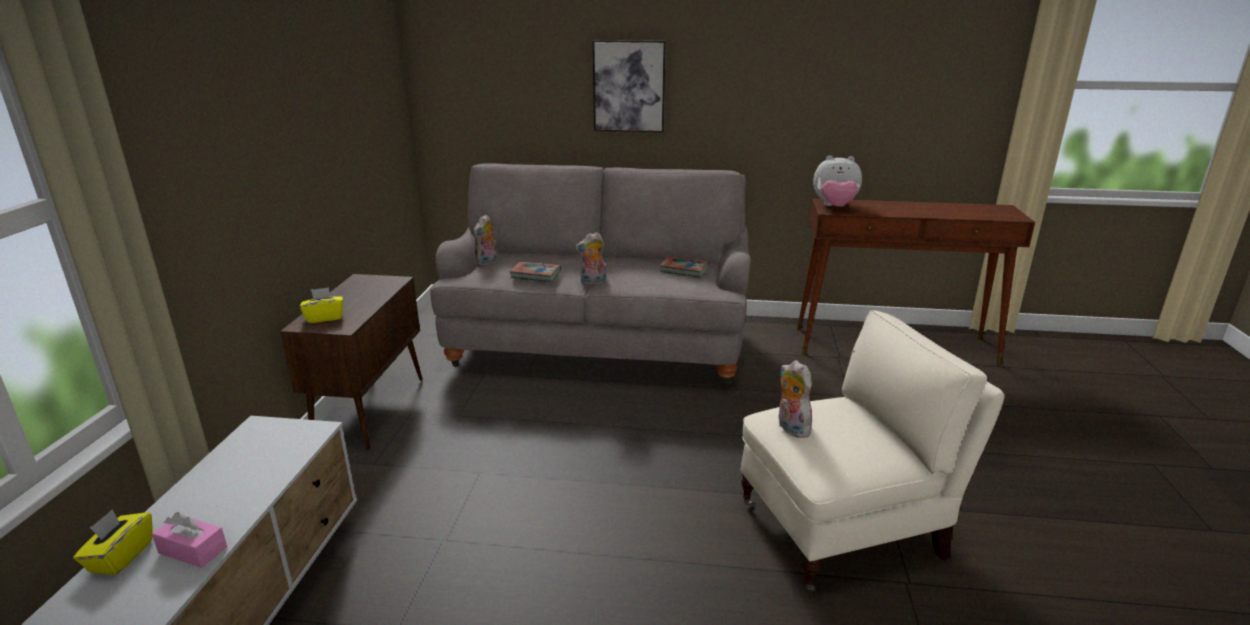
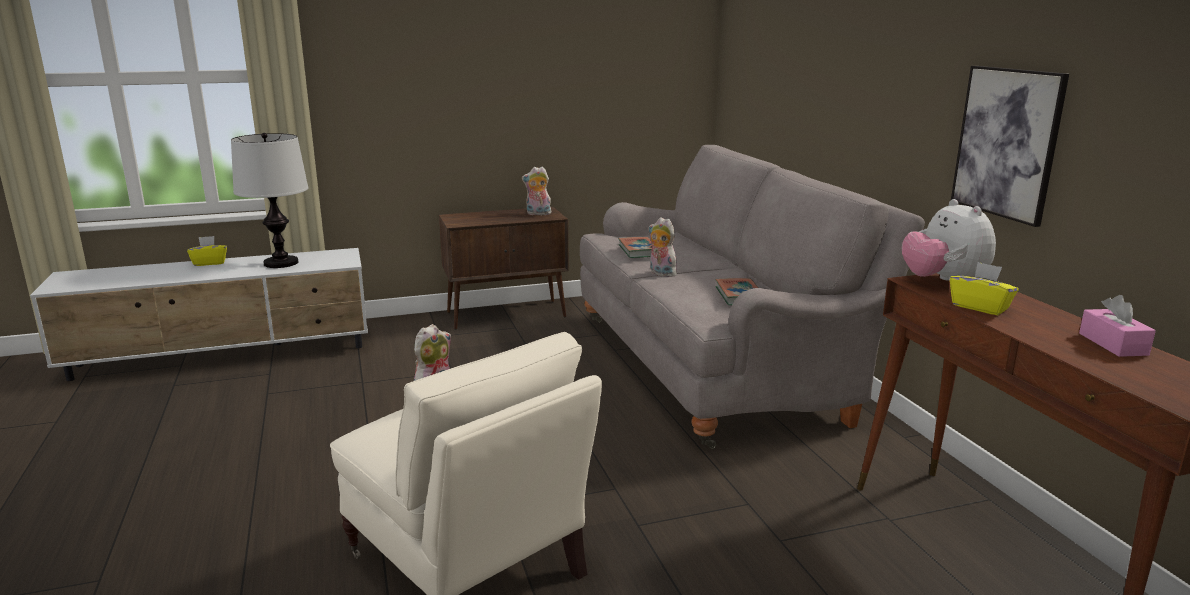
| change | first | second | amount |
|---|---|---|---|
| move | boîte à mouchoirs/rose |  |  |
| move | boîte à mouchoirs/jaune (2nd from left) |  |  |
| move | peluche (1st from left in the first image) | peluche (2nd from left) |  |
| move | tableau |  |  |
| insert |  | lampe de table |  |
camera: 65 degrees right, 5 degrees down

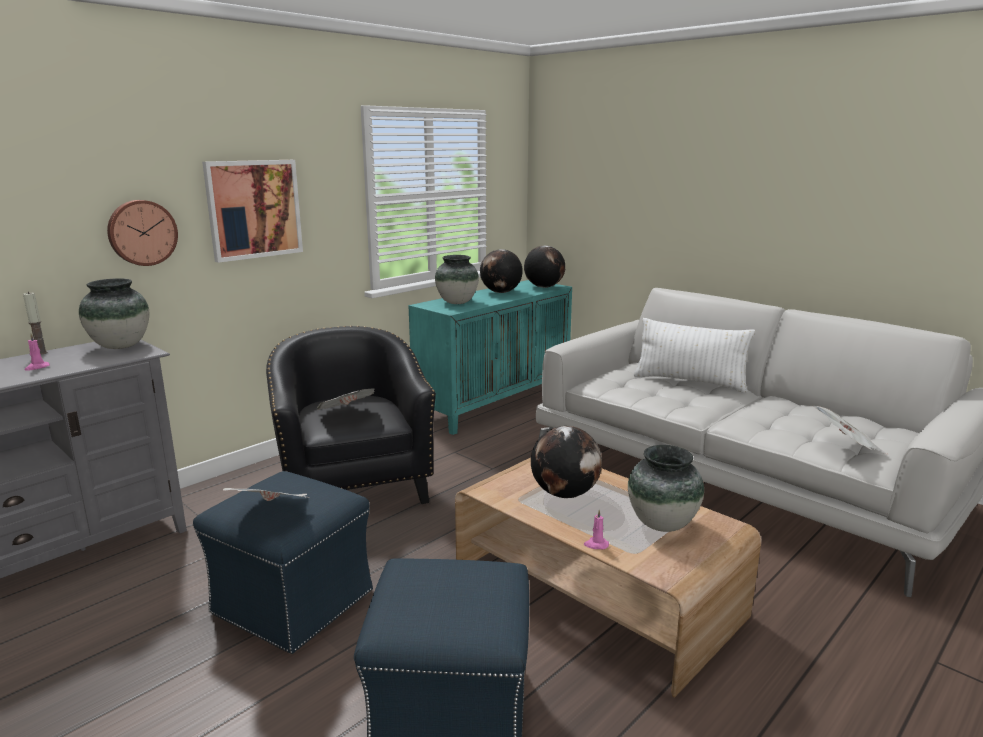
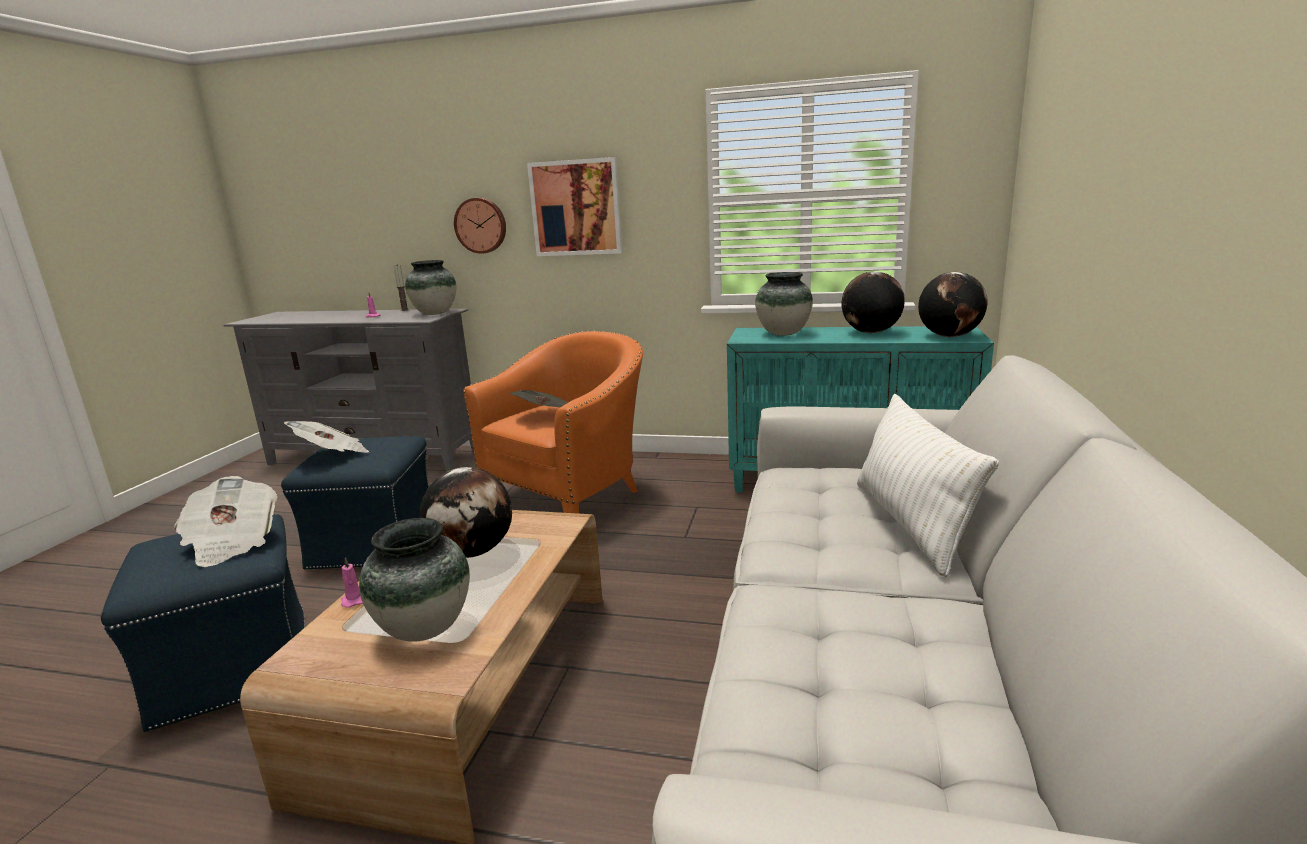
| change | first | second | amount |
|---|---|---|---|
| recolor | fauteuil/noir | fauteuil/orange |  |
| move | journal (3rd from left in the first image) | journal (1st from left) |  |
camera: 60 degrees right, 0 degrees up

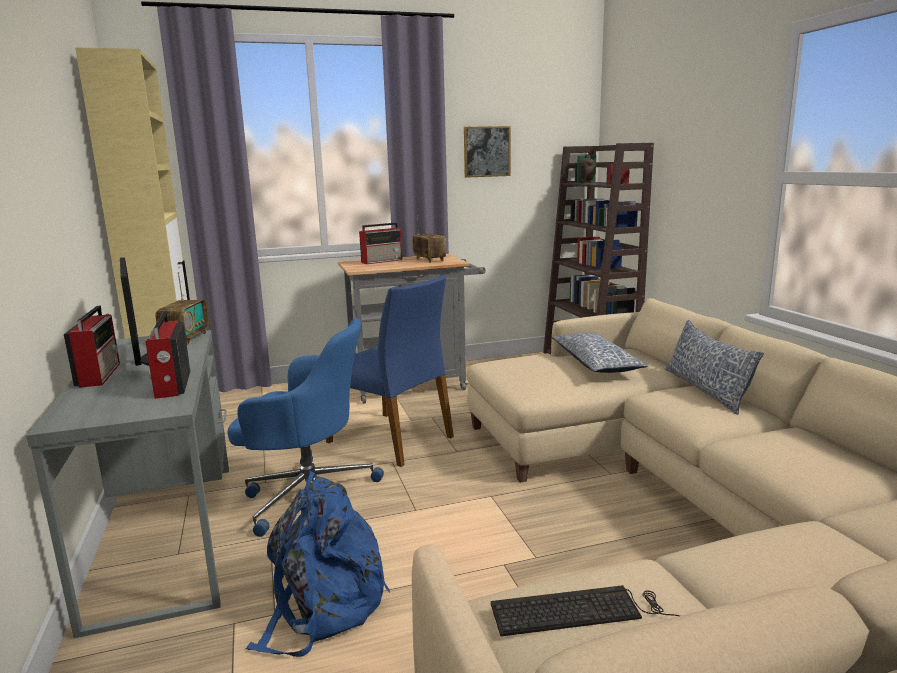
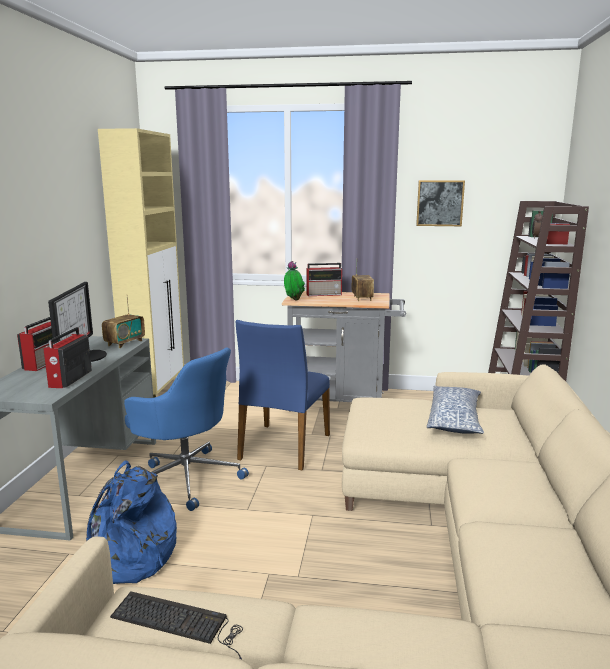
| change | first | second | amount |
|---|---|---|---|
| rotate | chaise/bleu |  | 45 degrees clockwise |
| delete | coussin (2nd from left) |  |  |
| insert |  | plante en pot |  |
camera: 25 degrees right, 0 degrees up

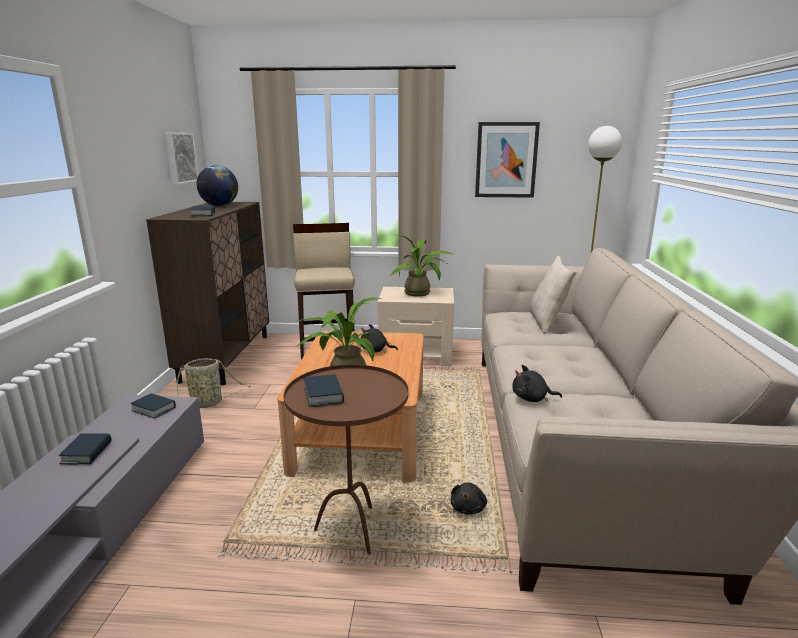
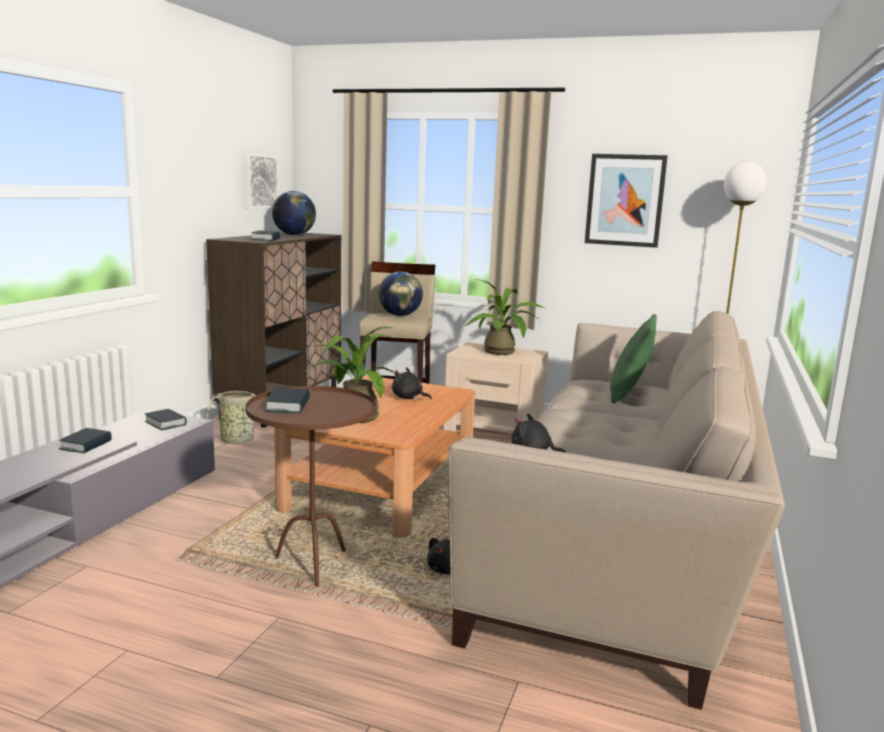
| change | first | second | amount |
|---|---|---|---|
| recolor | coussin/beige | coussin/vert |  |
| insert |  | globe (2nd from left) |  |
camera: 15 degrees right, 5 degrees down

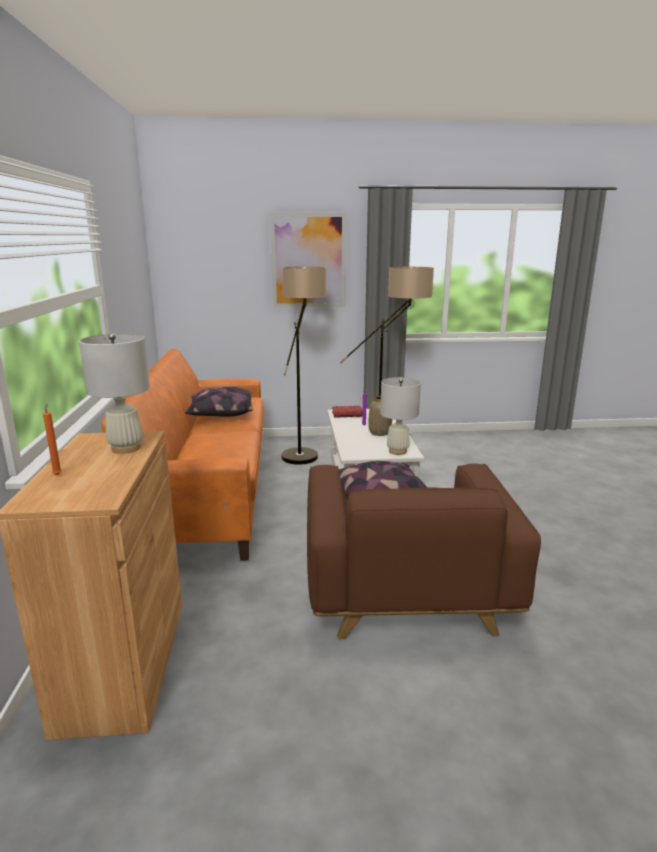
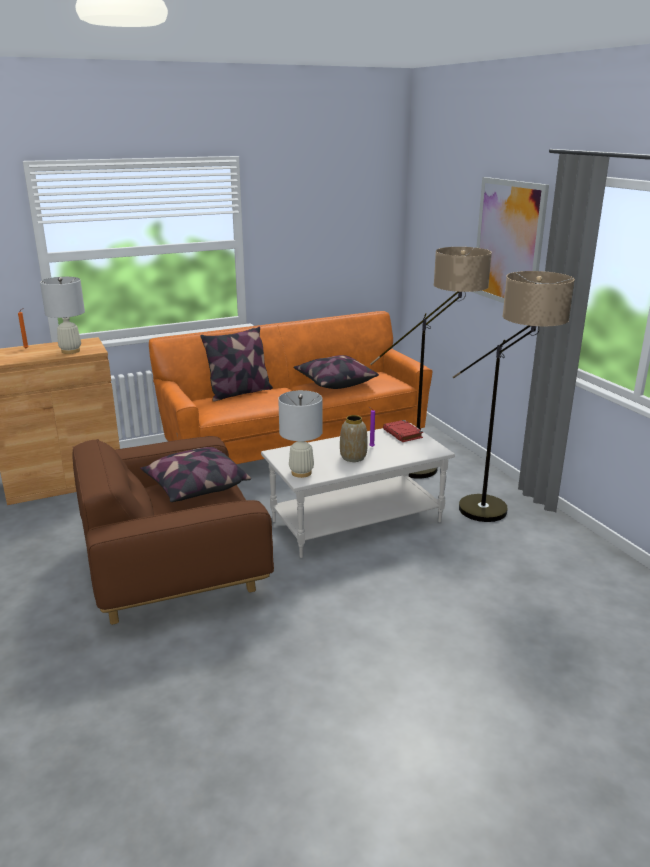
| change | first | second | amount |
|---|---|---|---|
| insert |  | coussin (2nd from left) |  |
camera: 70 degrees right, 5 degrees up

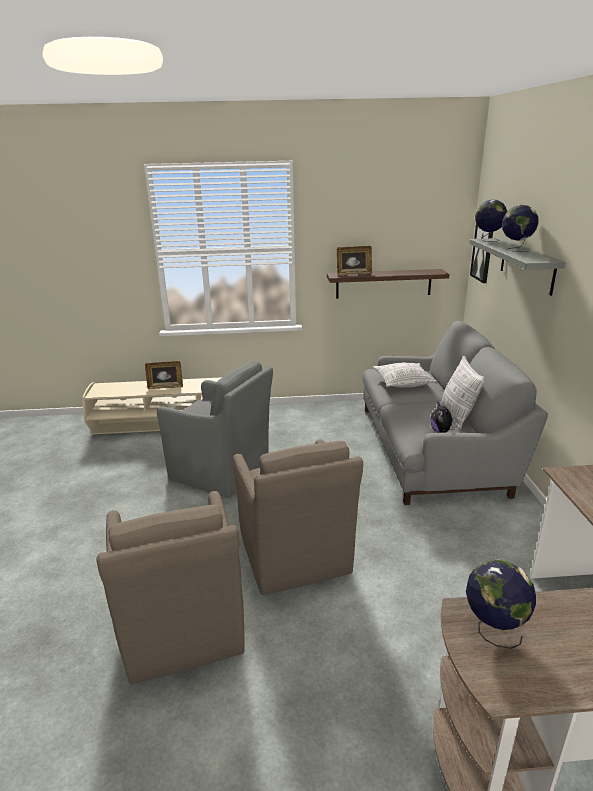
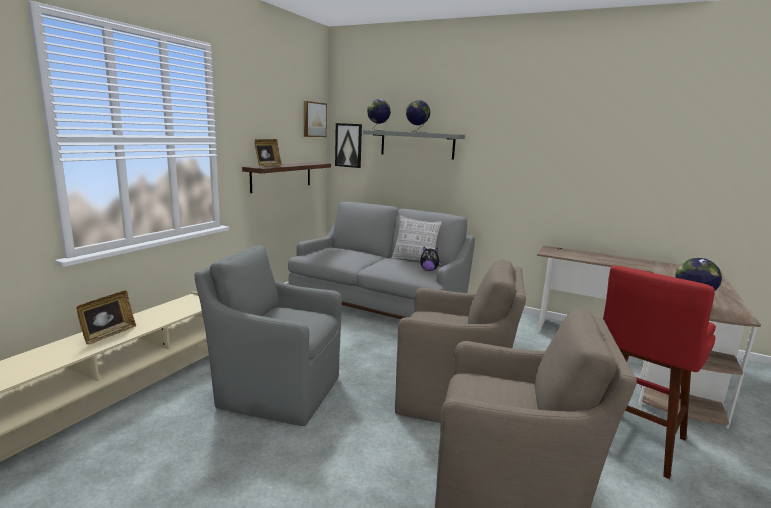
| change | first | second | amount |
|---|---|---|---|
| rotate | fauteuil/gris |  | 135 degrees counterclockwise |
| delete | coussin (1st from left) |  |  |
| insert |  | tableau (1st from left) |  |
| insert |  | tabouret/rouge |  |
camera: 60 degrees left, 10 degrees down

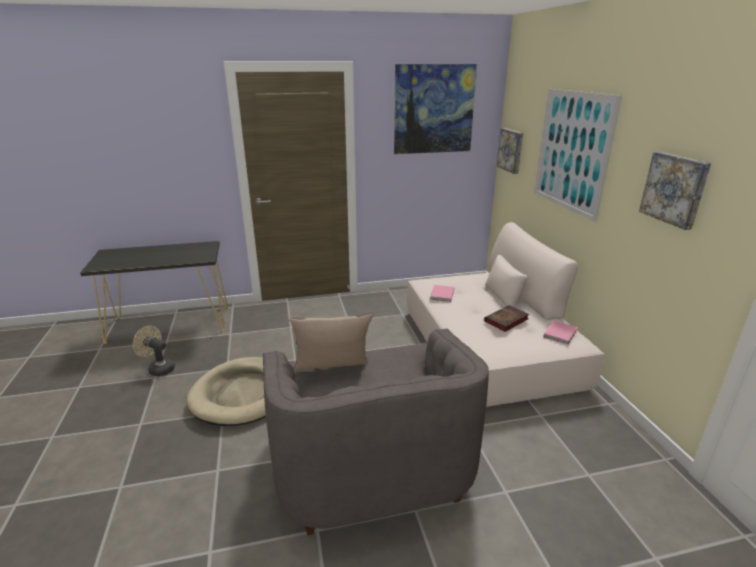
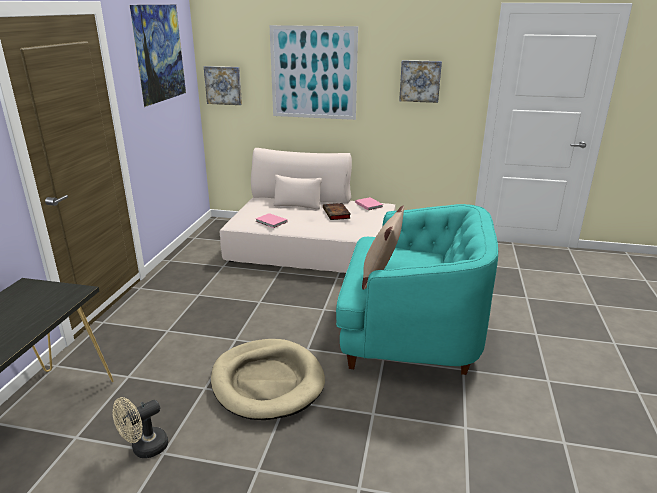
| change | first | second | amount |
|---|---|---|---|
| recolor | fauteuil/gris | fauteuil/turquoise |  |
camera: 65 degrees left, 0 degrees up

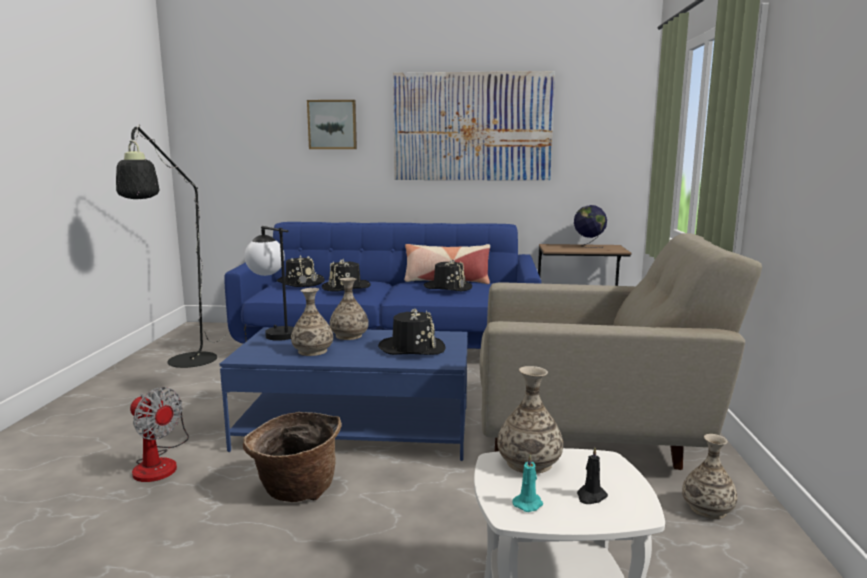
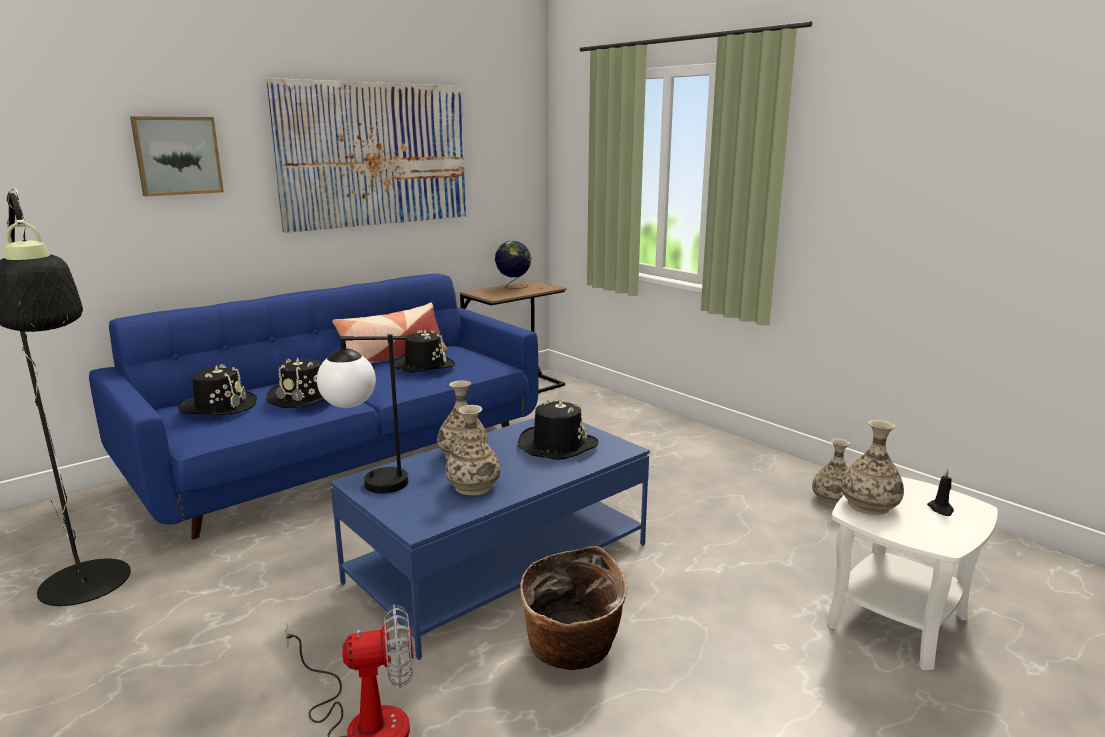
| change | first | second | amount |
|---|---|---|---|
| delete | fauteuil/beige |  |  |
| delete | bougie/turquoise |  |  |
camera: 45 degrees left, 5 degrees up

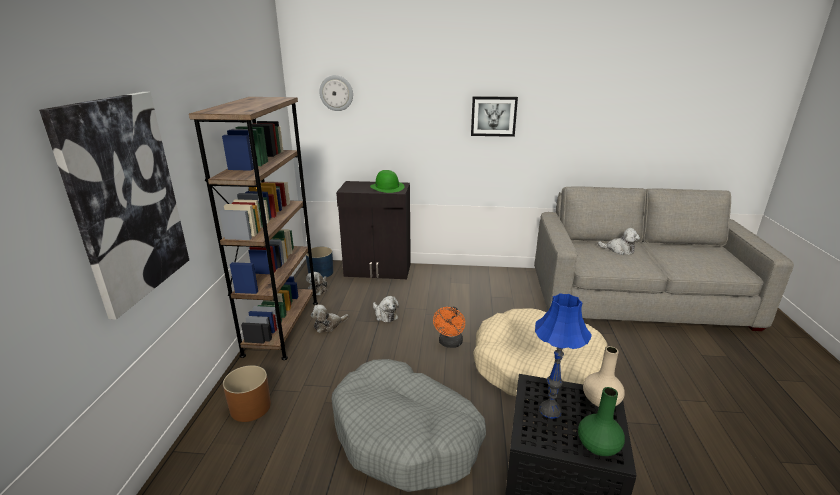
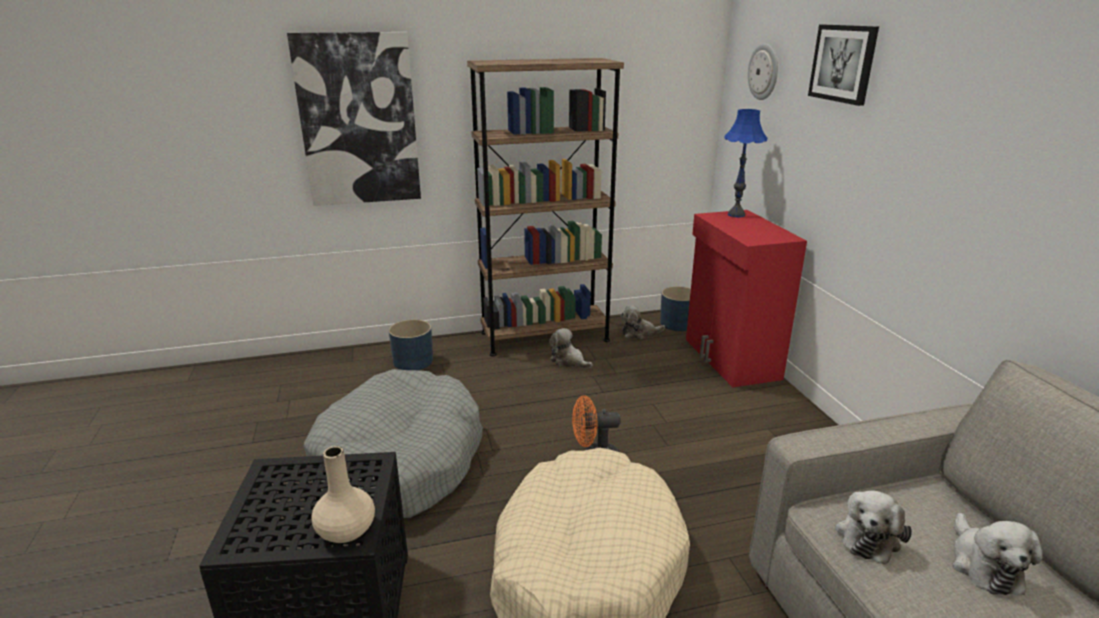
| change | first | second | amount |
|---|---|---|---|
| recolor | cache-pot/marron | cache-pot/bleu (1st from left) |  |
| recolor | meuble de rangement/noir | meuble de rangement/rouge |  |
| delete | chapeau/vert |  |  |
| move | peluche (3rd from left) |  |  |
| move | tableau (2nd from left) |  |  |
| move | lampe de table/bleu |  |  |
| delete | vase/vert |  |  |
camera: 70 degrees right, 0 degrees up

